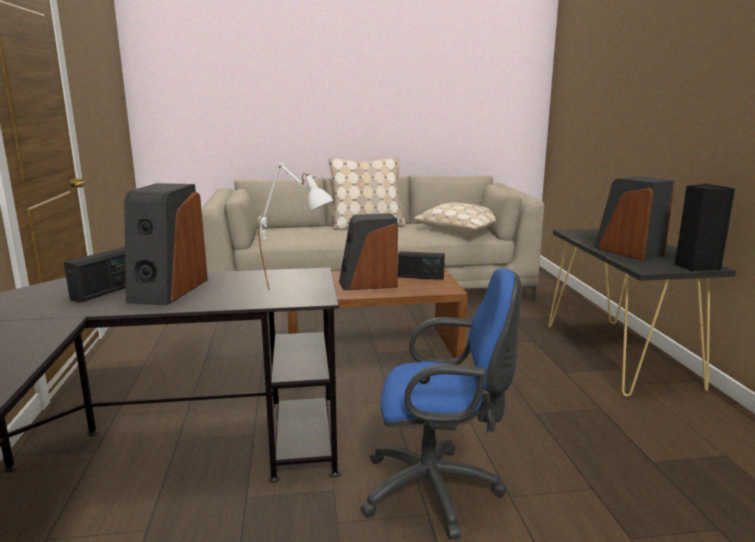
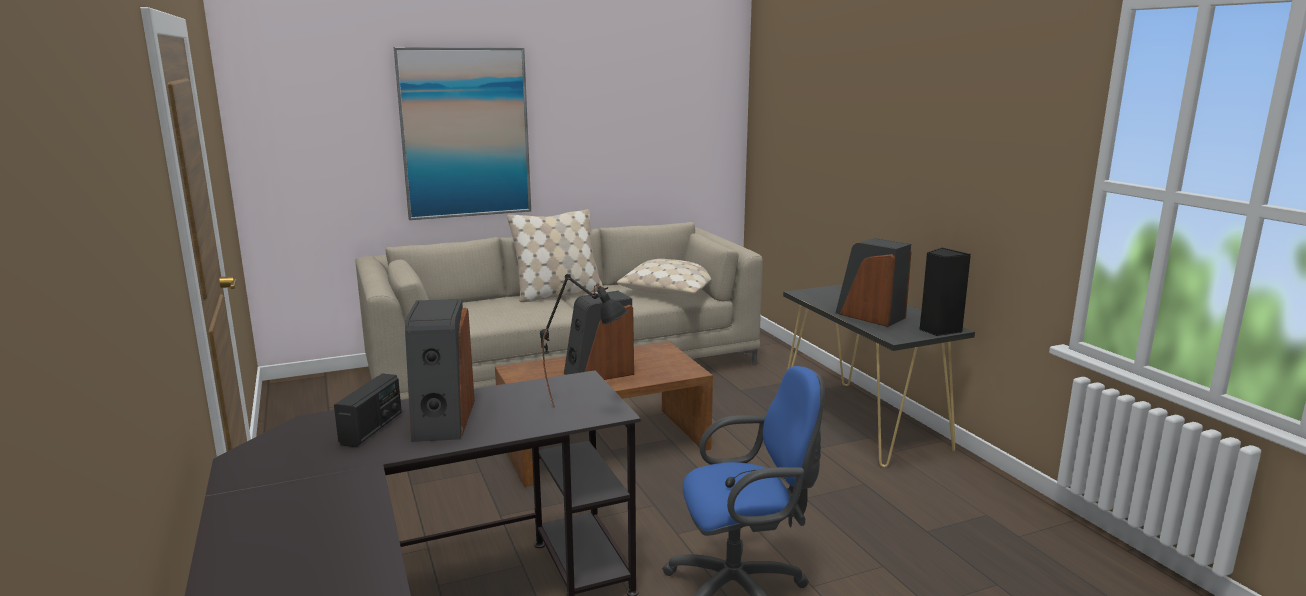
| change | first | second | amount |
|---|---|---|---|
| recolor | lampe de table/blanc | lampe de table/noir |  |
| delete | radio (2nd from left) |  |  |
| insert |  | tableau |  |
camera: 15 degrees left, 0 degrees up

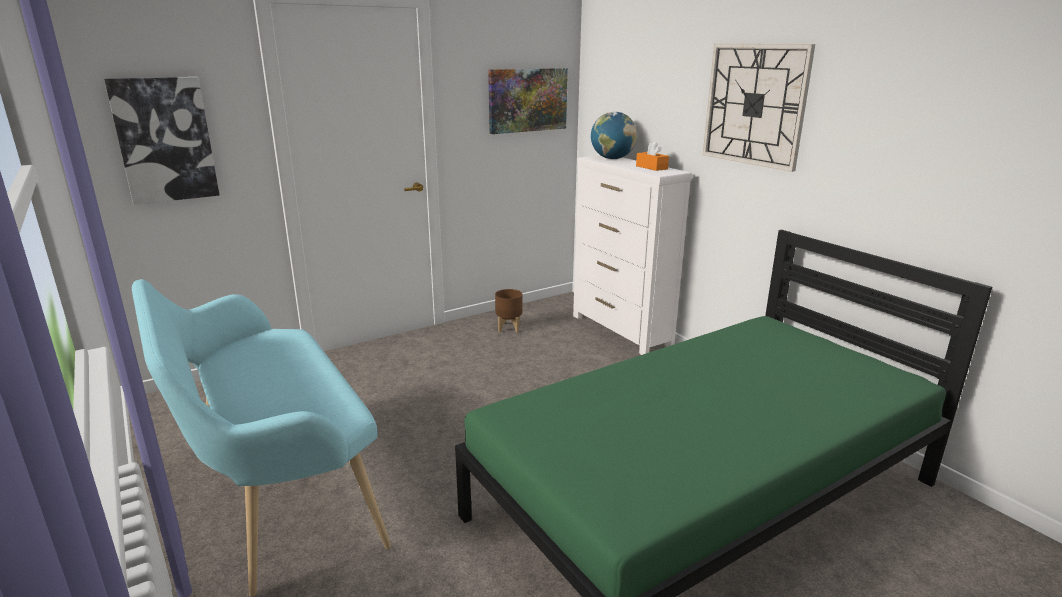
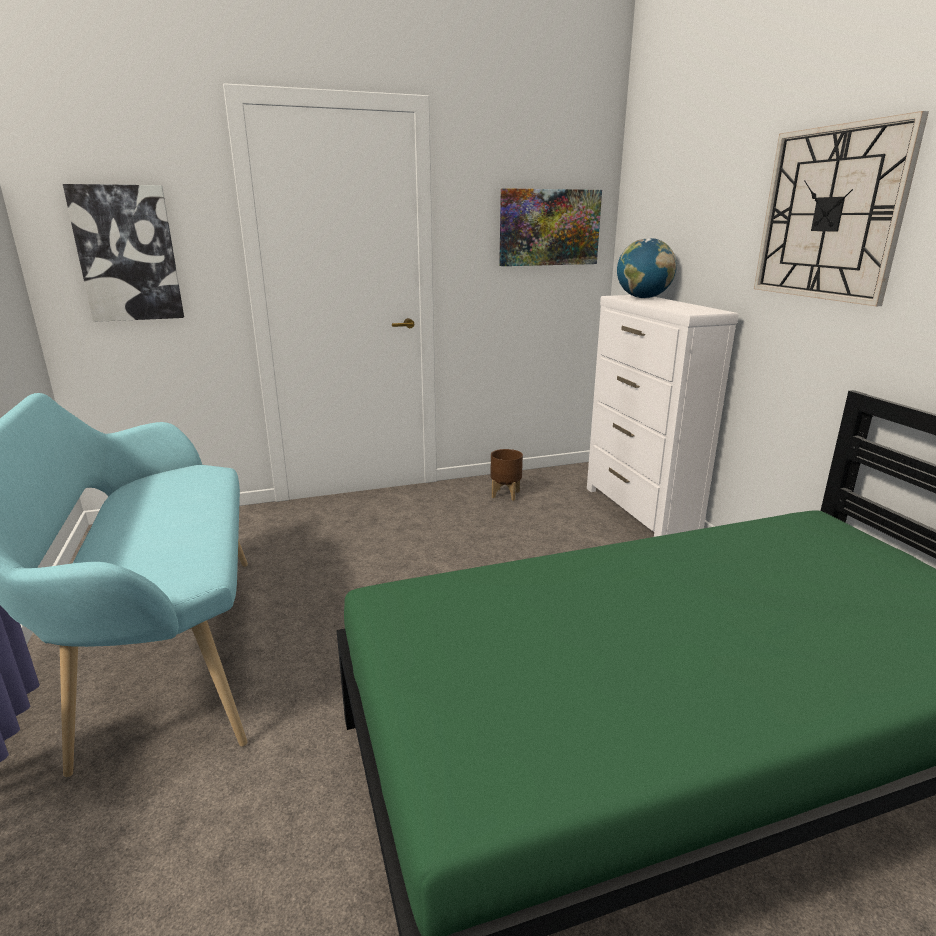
| change | first | second | amount |
|---|---|---|---|
| delete | boîte à mouchoirs/orange |  |  |
camera: 15 degrees right, 0 degrees up

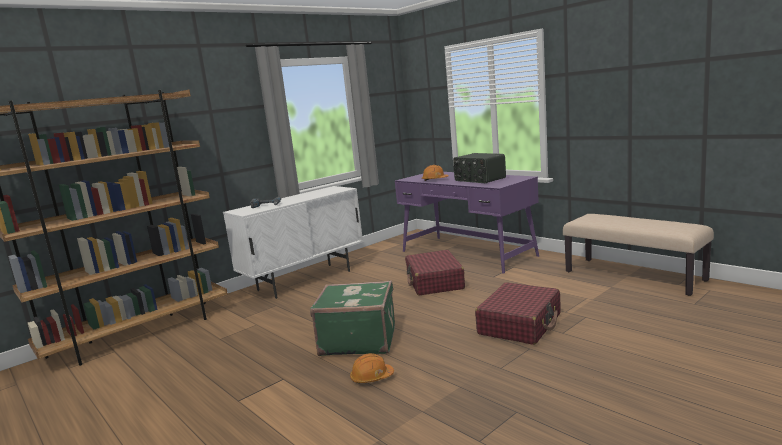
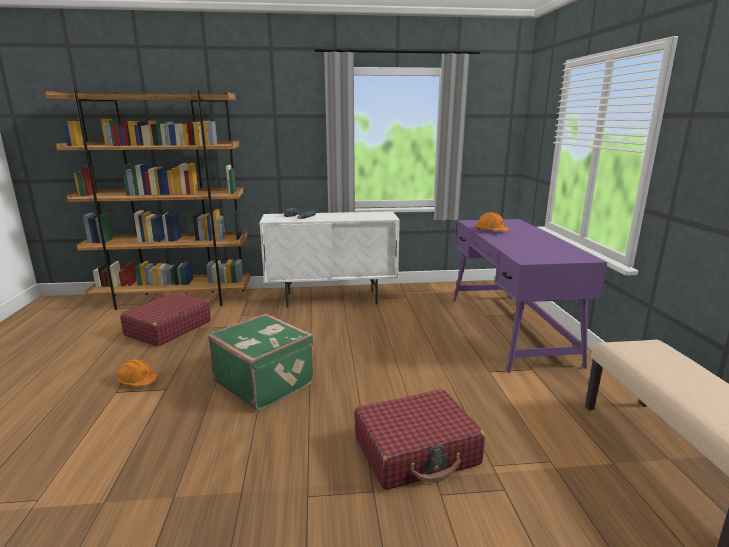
| change | first | second | amount |
|---|---|---|---|
| move | casque de chantier/orange (1st from left) |  |  |
| move | valise/rouge (1st from left) |  |  |
| delete | radio |  |  |
camera: 35 degrees right, 5 degrees up

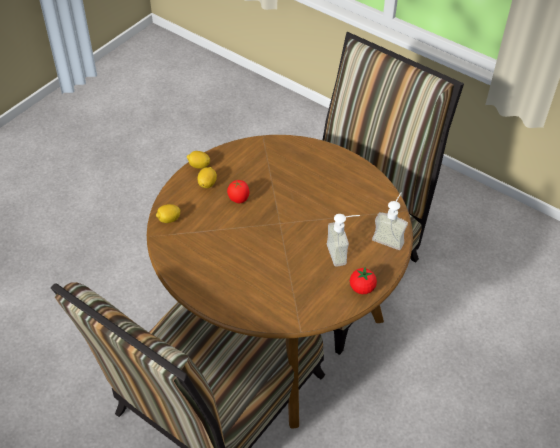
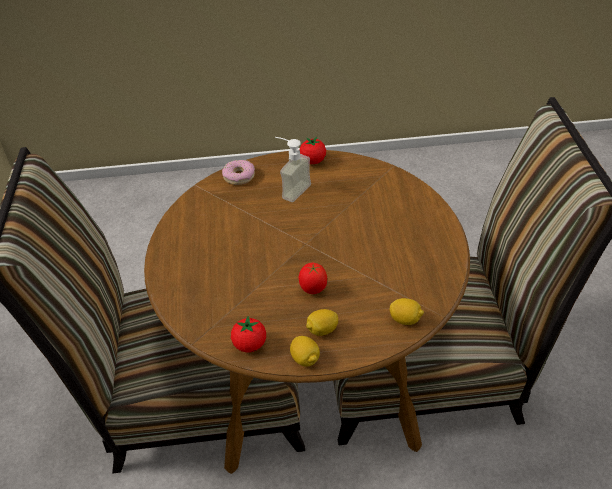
| change | first | second | amount |
|---|---|---|---|
| replace | distributeur de savon (2nd from left) | beignet |  |
| insert |  | tomate (1st from left) |  |
camera: 130 degrees left, 5 degrees down

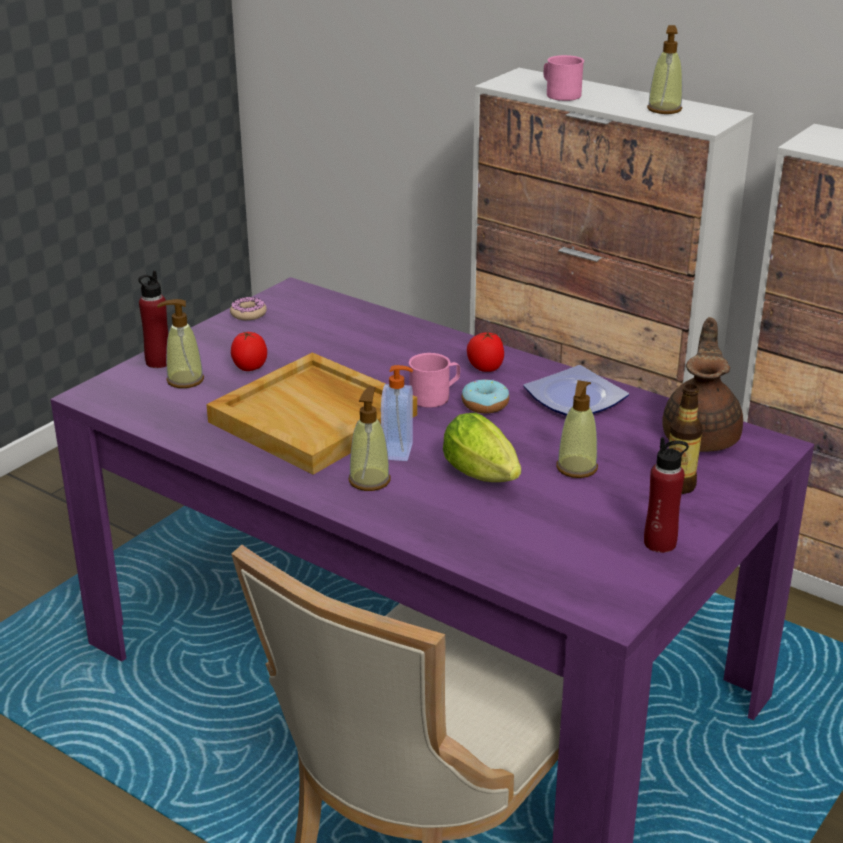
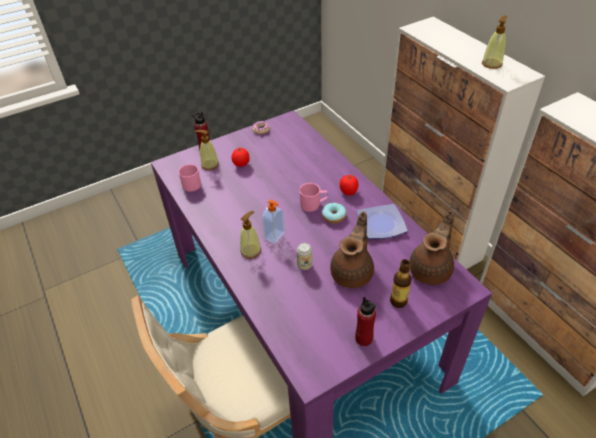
| change | first | second | amount |
|---|---|---|---|
| delete | plateau/beige |  |  |
| replace | laitue | boîte métallique |  |
| move | mug/rose (2nd from left in the first image) | mug/rose (1st from left) |  |
| replace | distributeur de savon (4th from left) | théière/marron (1st from left) |  |
camera: 25 degrees right, 15 degrees up

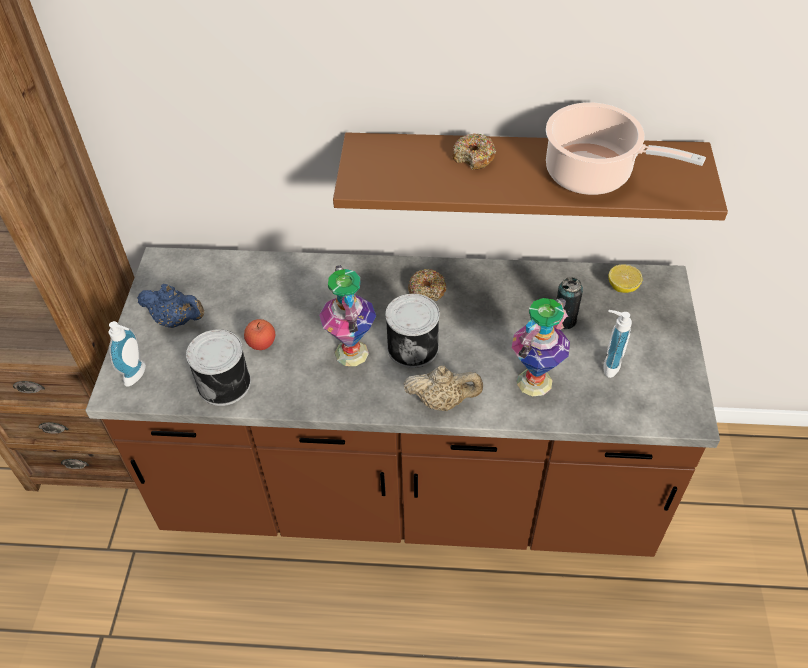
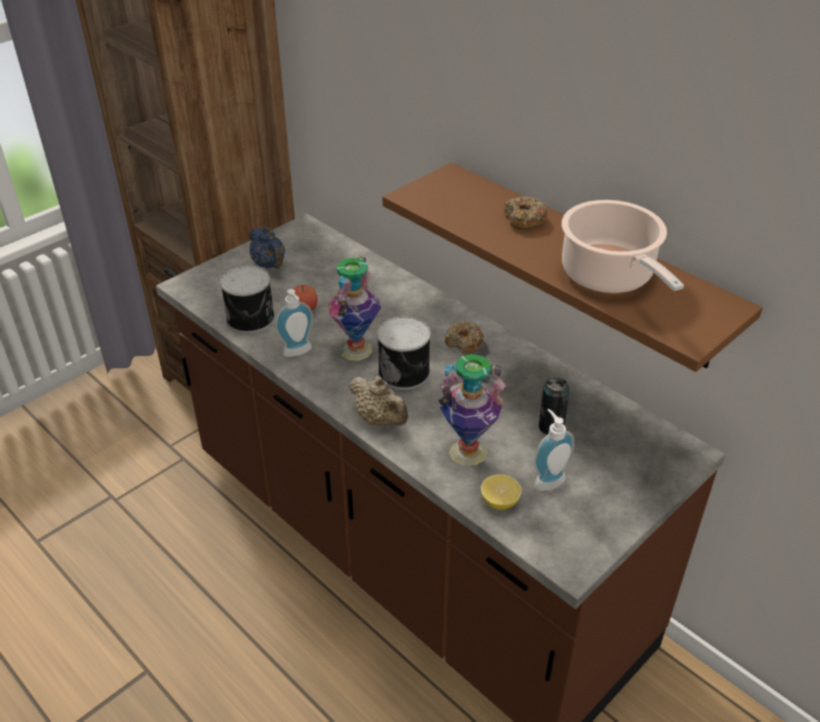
| change | first | second | amount |
|---|---|---|---|
| move | distributeur de savon (1st from left) |  |  |
| move | citron |  |  |
camera: 40 degrees right, 10 degrees down

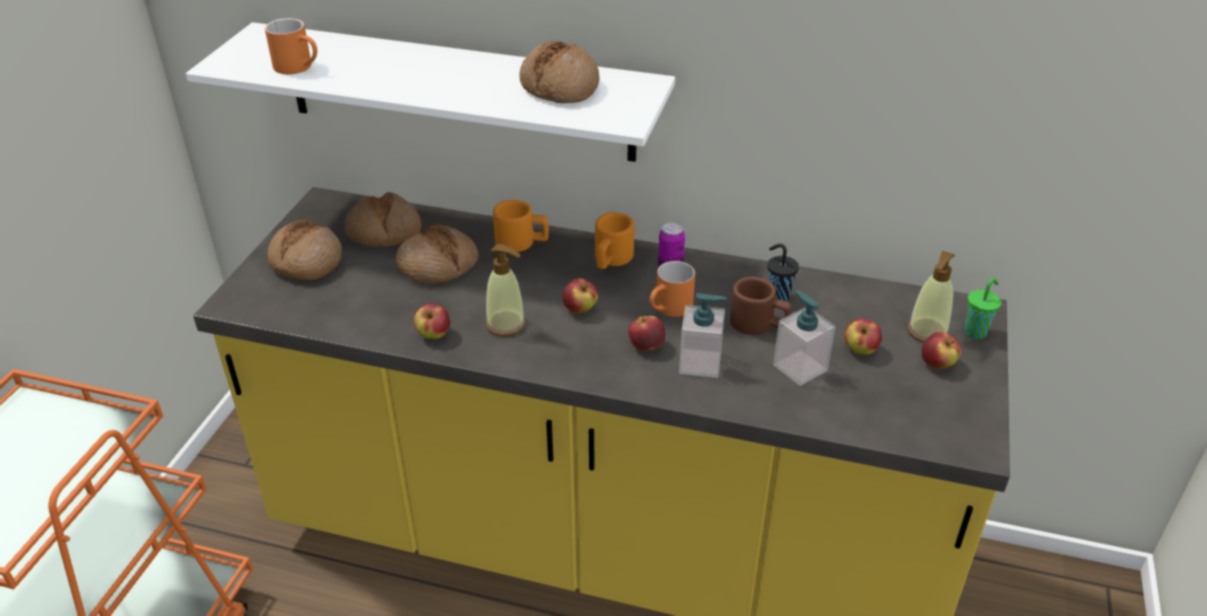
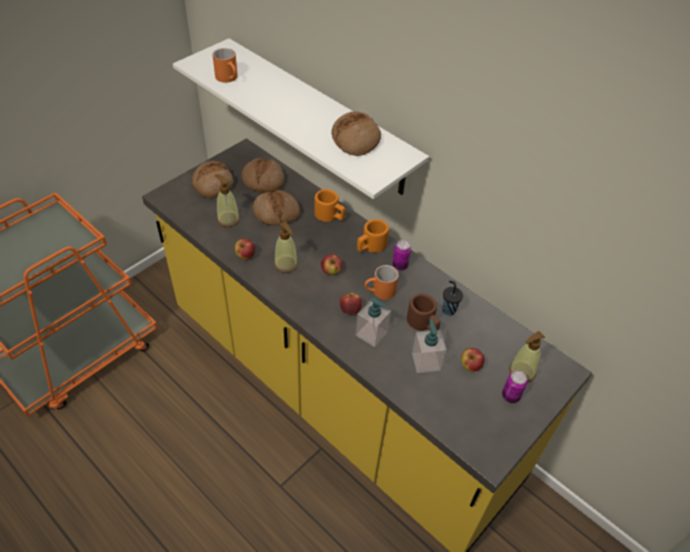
| change | first | second | amount |
|---|---|---|---|
| replace | pomme (5th from left) | boîte métallique (2nd from left) |  |
| delete | tasse/vert |  |  |
| insert |  | distributeur de savon (1st from left) |  |
camera: 25 degrees right, 10 degrees up

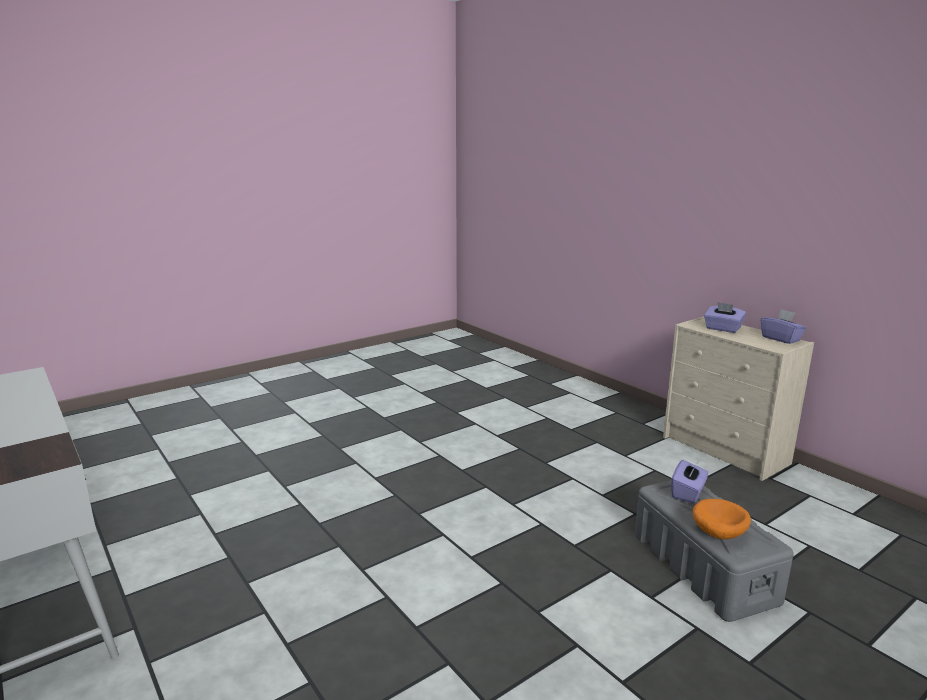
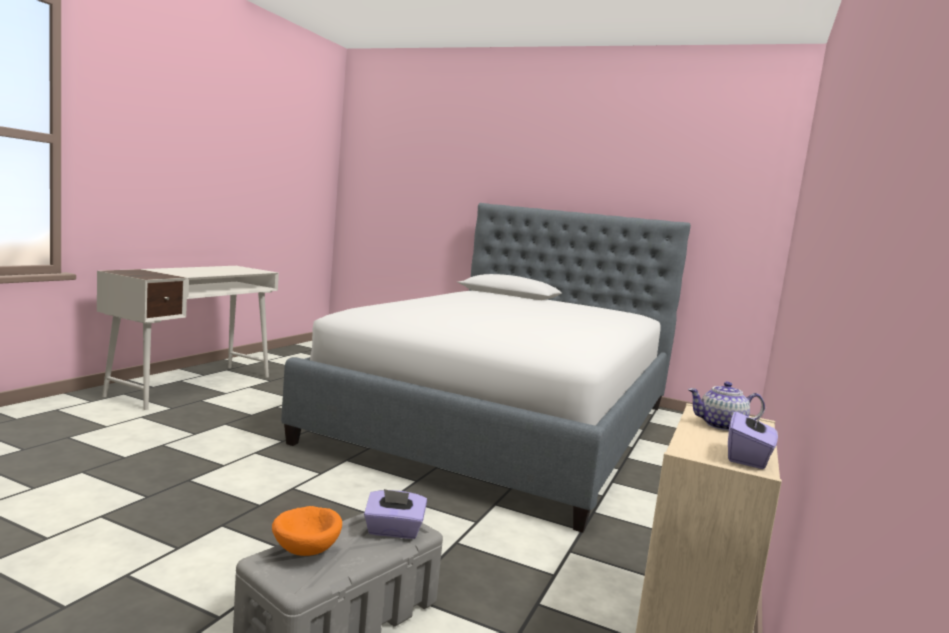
| change | first | second | amount |
|---|---|---|---|
| replace | boîte à mouchoirs/violet (2nd from left) | théière |  |
| insert |  | lit |  |
camera: 60 degrees right, 10 degrees down

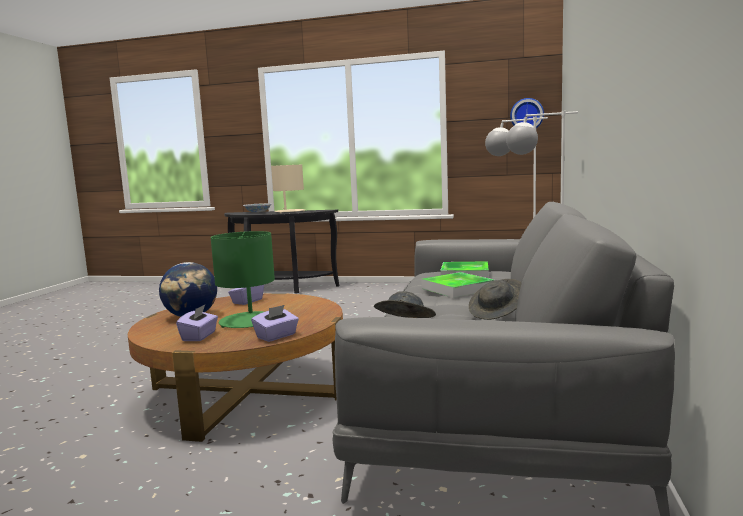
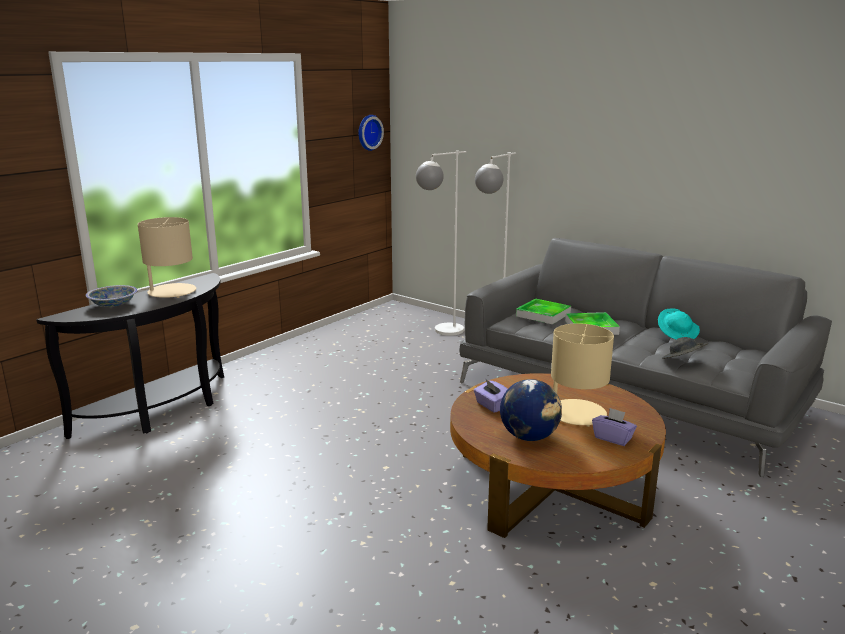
| change | first | second | amount |
|---|---|---|---|
| recolor | lampe de table/vert | lampe de table/beige (2nd from left) |  |
| delete | boîte à mouchoirs/violet (3rd from left) |  |  |
| recolor | chapeau/gris (2nd from left) | chapeau/turquoise |  |
camera: 65 degrees left, 10 degrees up

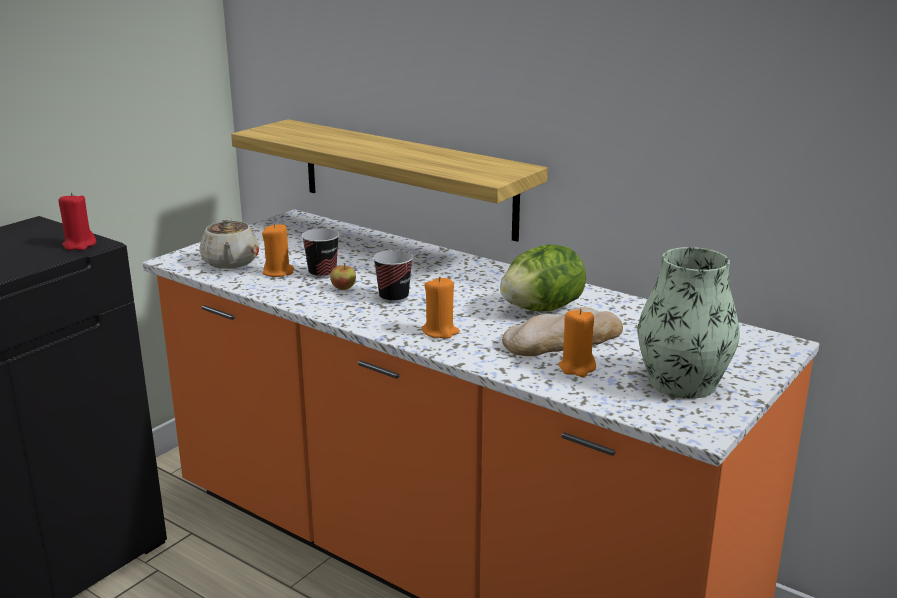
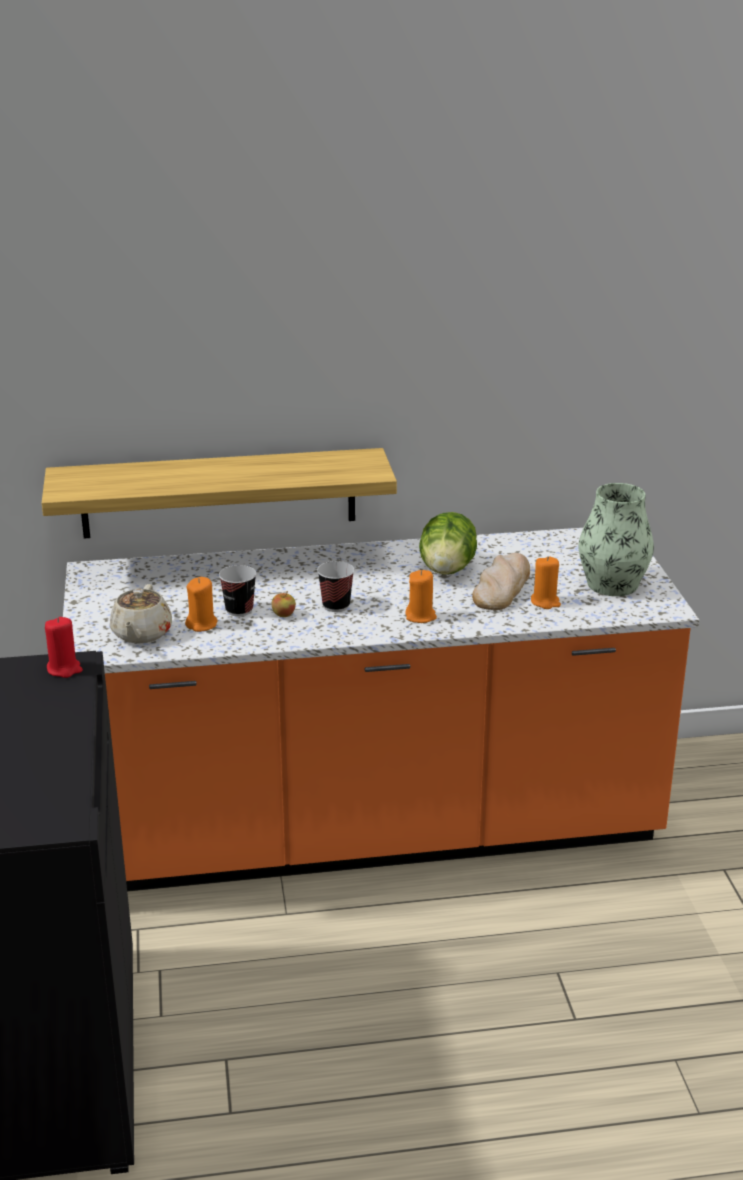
| change | first | second | amount |
|---|---|---|---|
| rotate | théière/beige |  | 60 degrees clockwise |
camera: 45 degrees left, 5 degrees up

